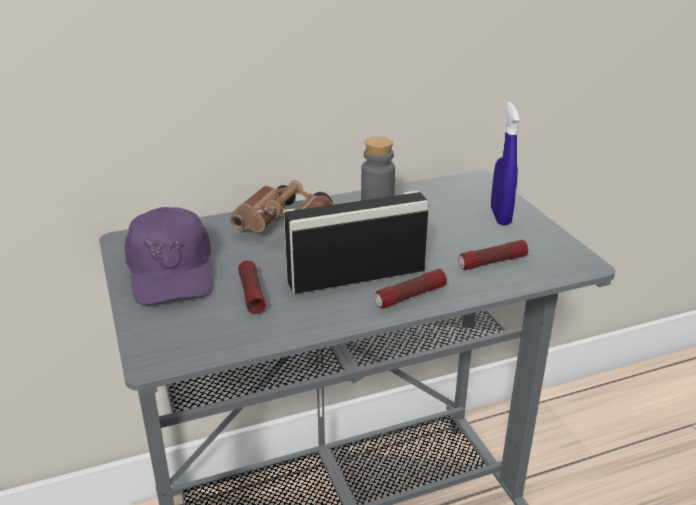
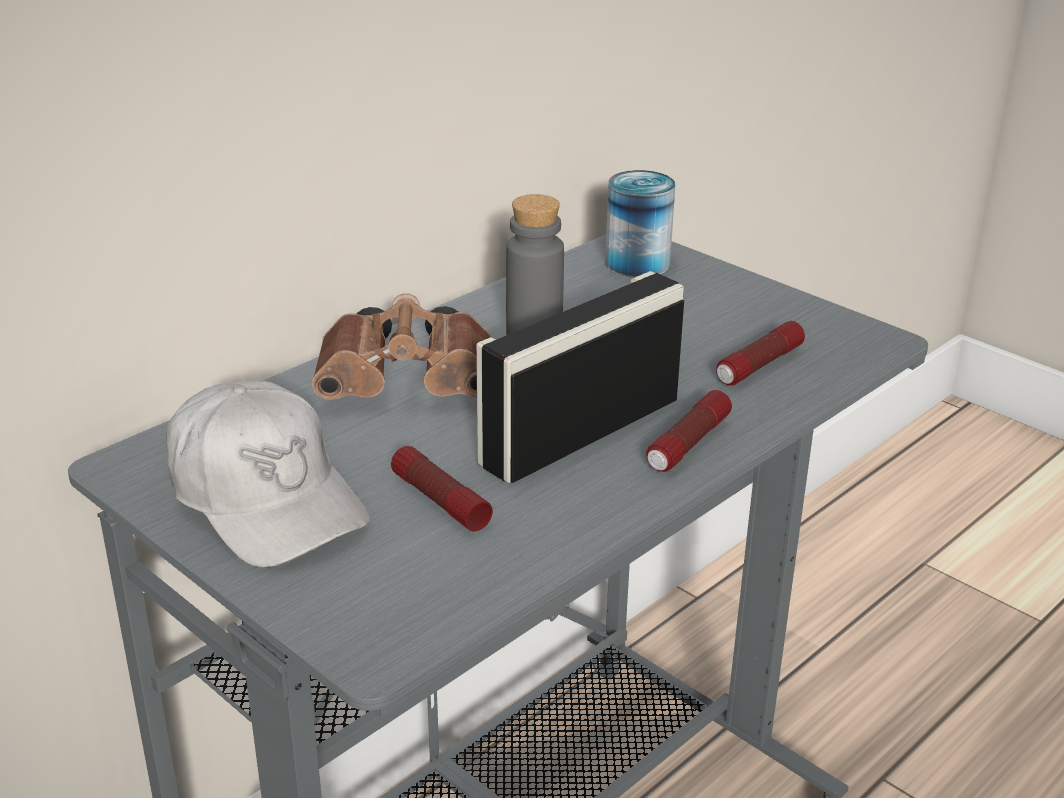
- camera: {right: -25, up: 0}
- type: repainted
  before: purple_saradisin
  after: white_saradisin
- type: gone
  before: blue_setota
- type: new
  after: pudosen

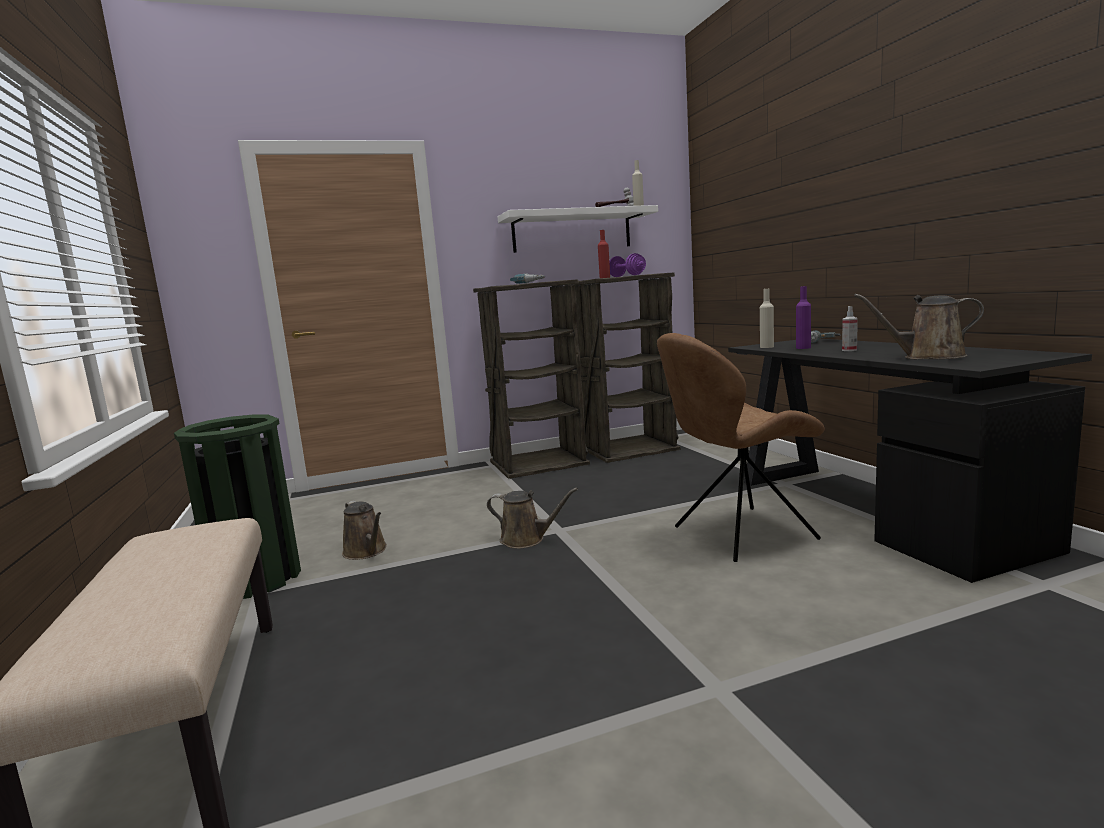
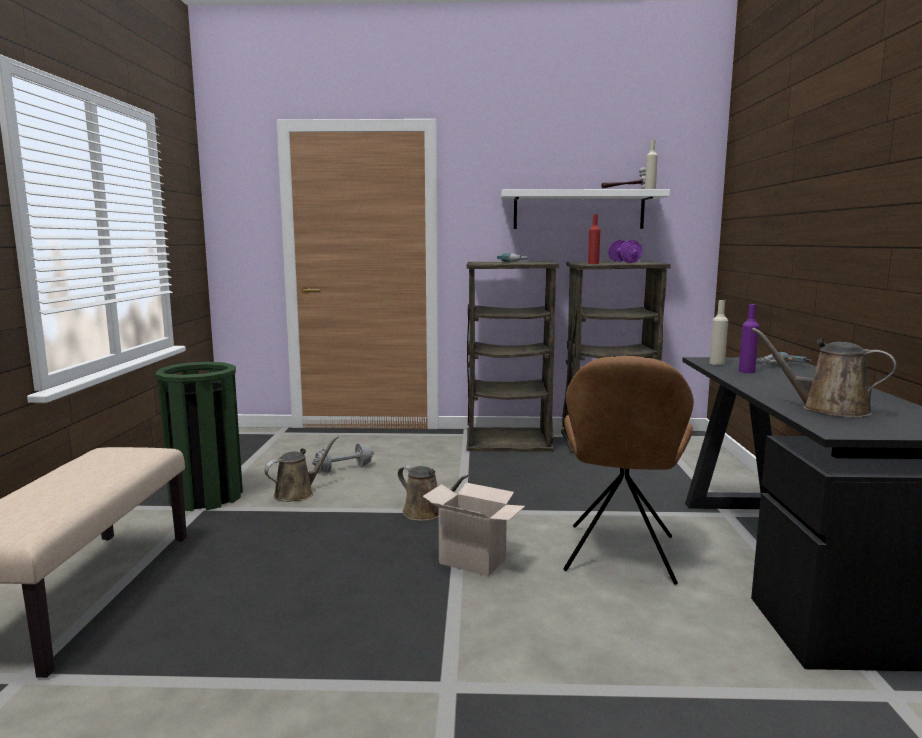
- camera: {right: 20, up: 0}
- type: rotated
  before: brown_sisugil (no. 1 from left)
  turn: -120
- type: rotated
  before: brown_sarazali
  turn: -75
- type: gone
  before: setota
- type: new
  after: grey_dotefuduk
- type: new
  after: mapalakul

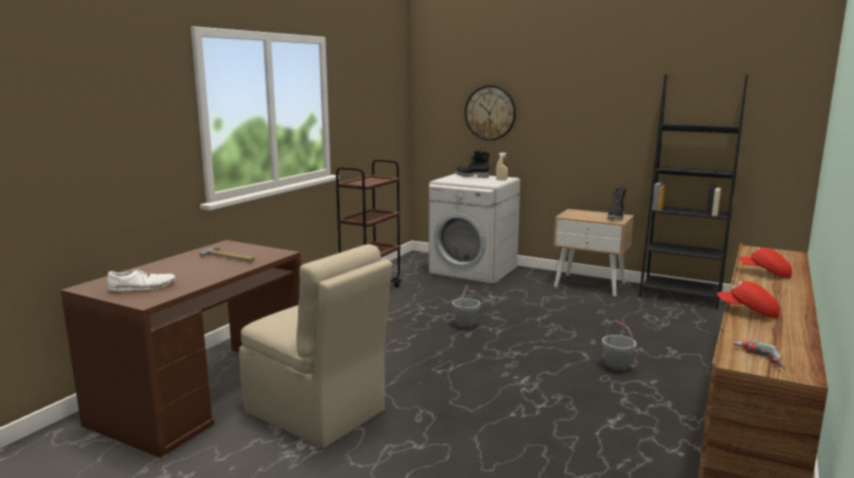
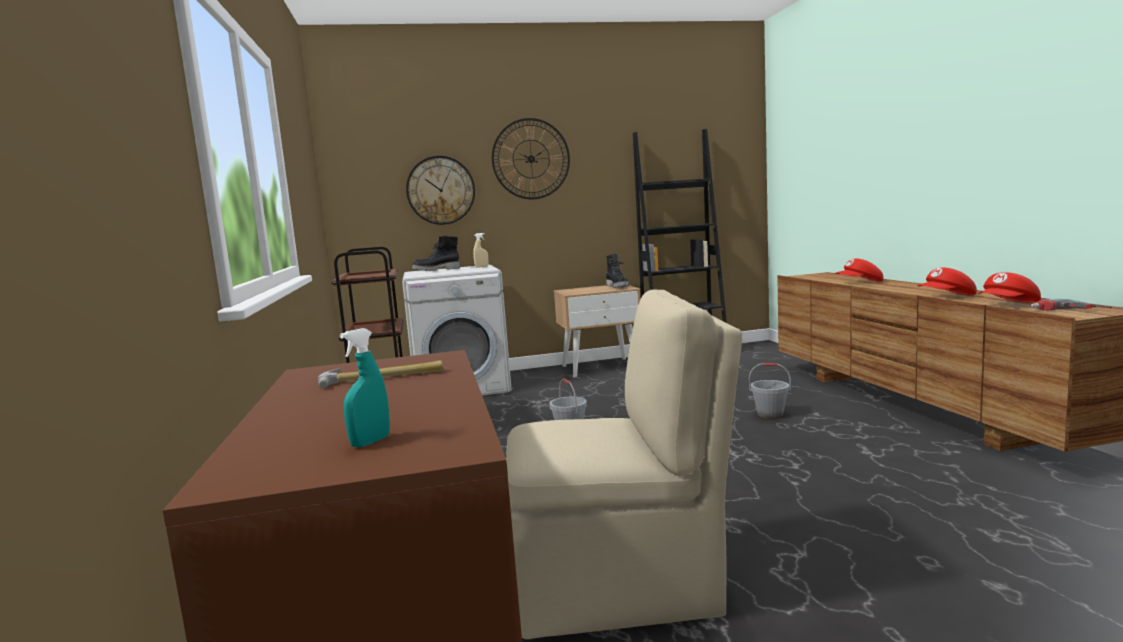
- camera: {right: -40, up: -5}
- type: swapped
  before: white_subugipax
  after: turquoise_setota
- type: new
  after: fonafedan (no. 2 from left)
- type: new
  after: red_saradisin (no. 3 from left)

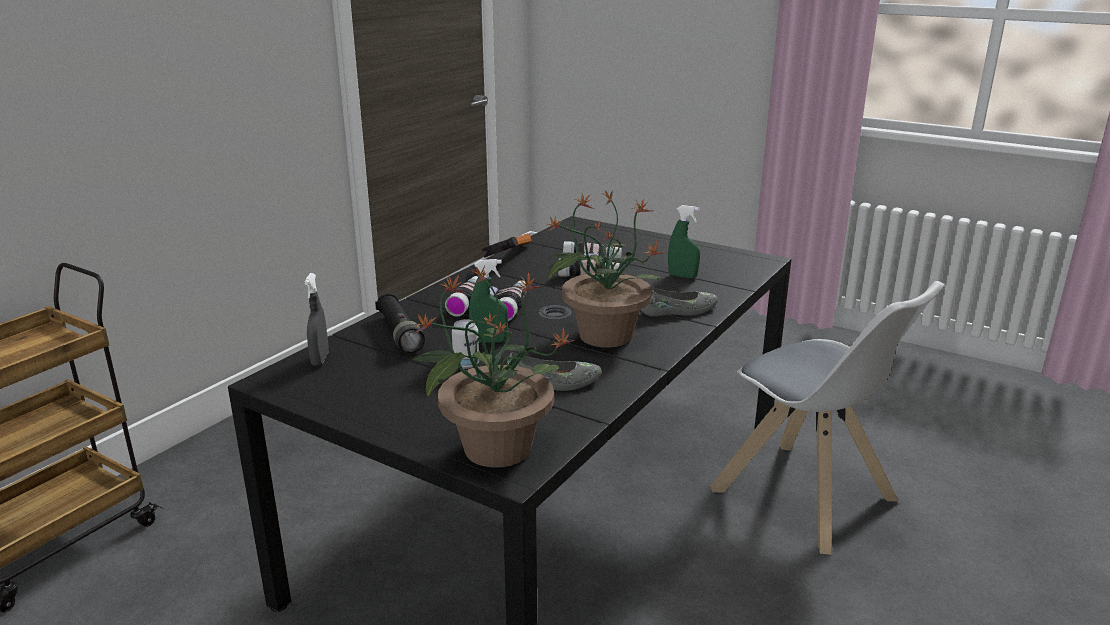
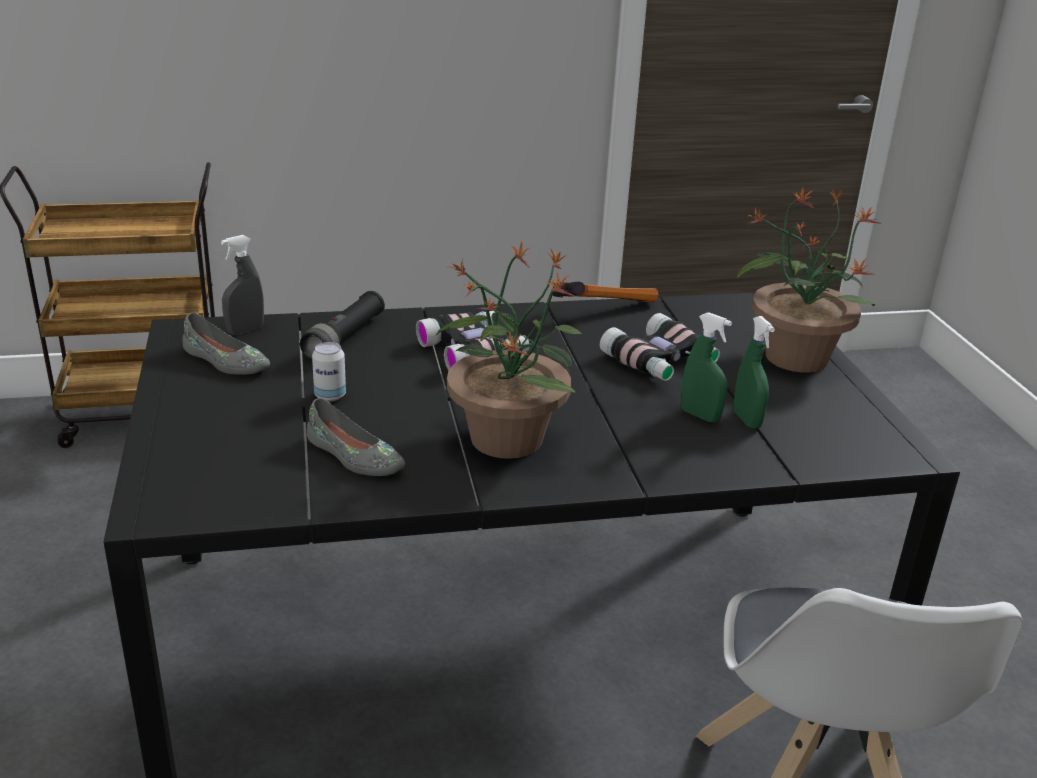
- camera: {right: 45, up: 5}
- type: shifted
  before: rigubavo (no. 1 from left in the first image)
  after: rigubavo (no. 2 from left)
- type: shifted
  before: green_setota (no. 1 from left)
- type: shifted
  before: grey_subugipax (no. 2 from left in the first image)
  after: grey_subugipax (no. 1 from left)

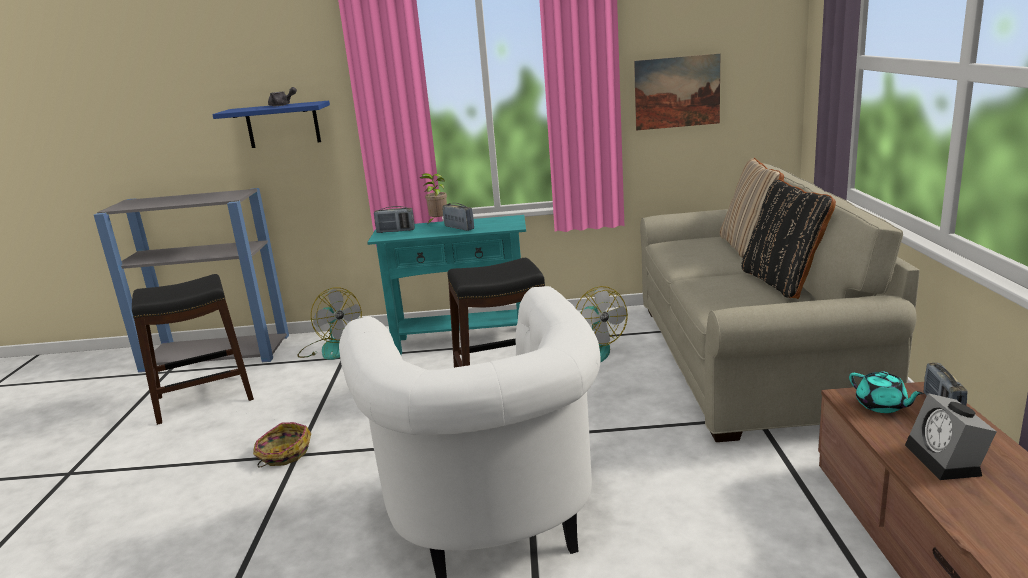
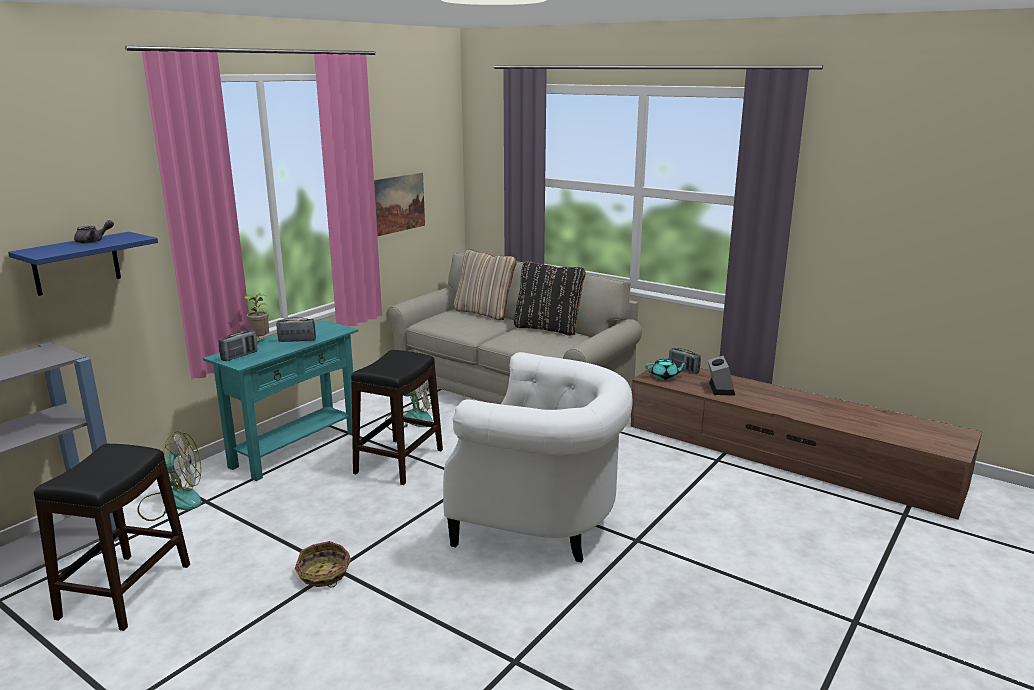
- camera: {right: -55, up: 0}
- type: rotated
  before: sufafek
  turn: -120

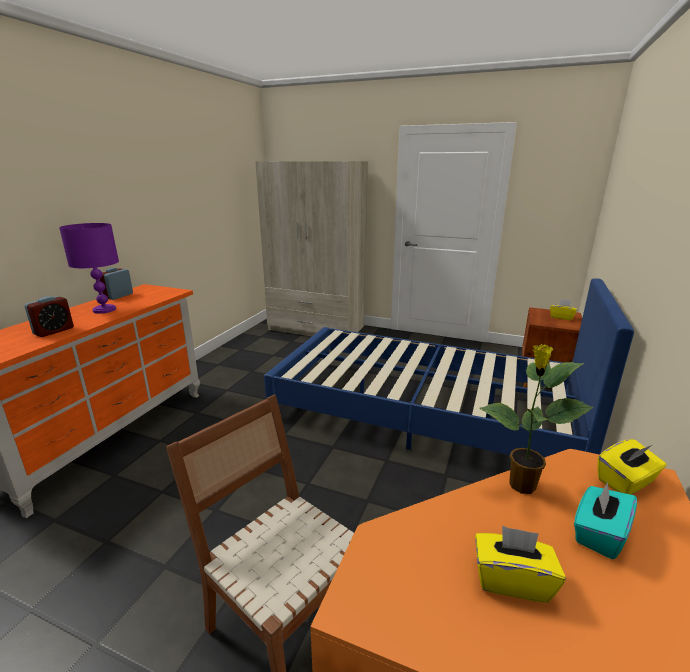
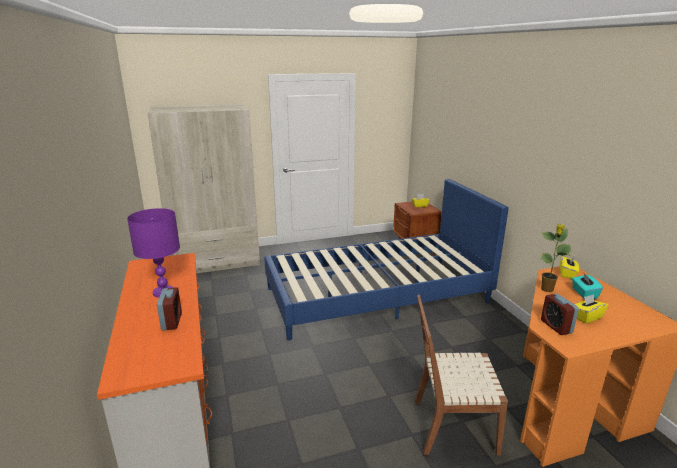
- camera: {right: -40, up: 0}
- type: shifted
  before: sufafek (no. 2 from left)

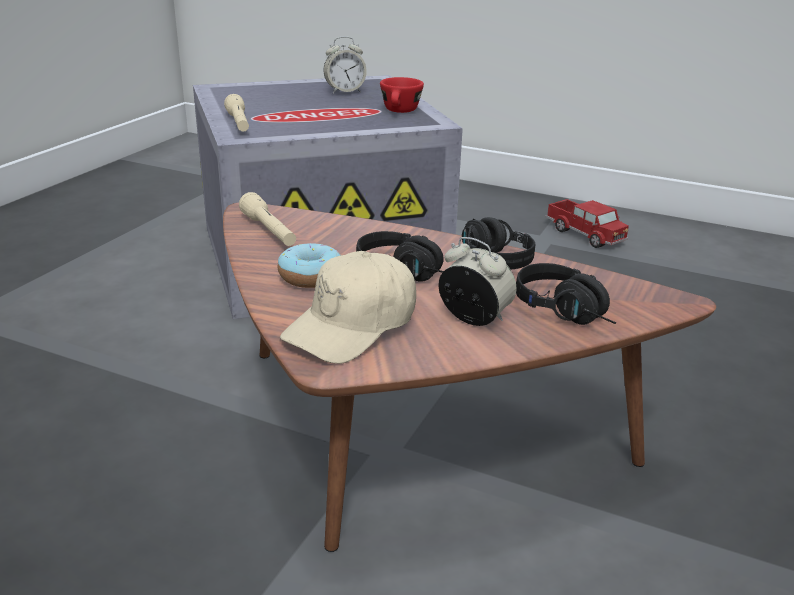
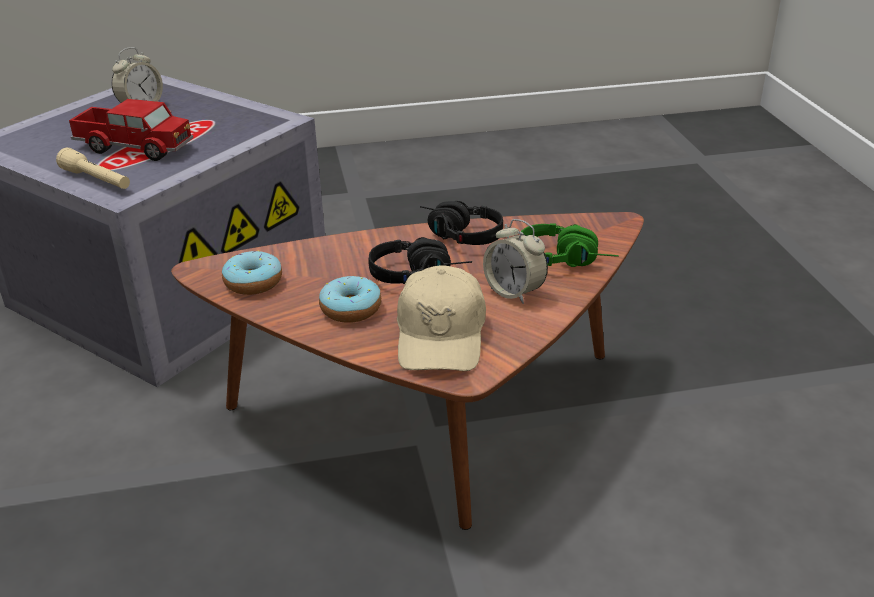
- camera: {right: -35, up: 5}
- type: swapped
  before: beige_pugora (no. 2 from left)
  after: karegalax (no. 1 from left)
- type: gone
  before: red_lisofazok
- type: rotated
  before: sufafek (no. 2 from left)
  turn: -135
- type: repainted
  before: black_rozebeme (no. 3 from left)
  after: green_rozebeme
- type: shifted
  before: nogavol

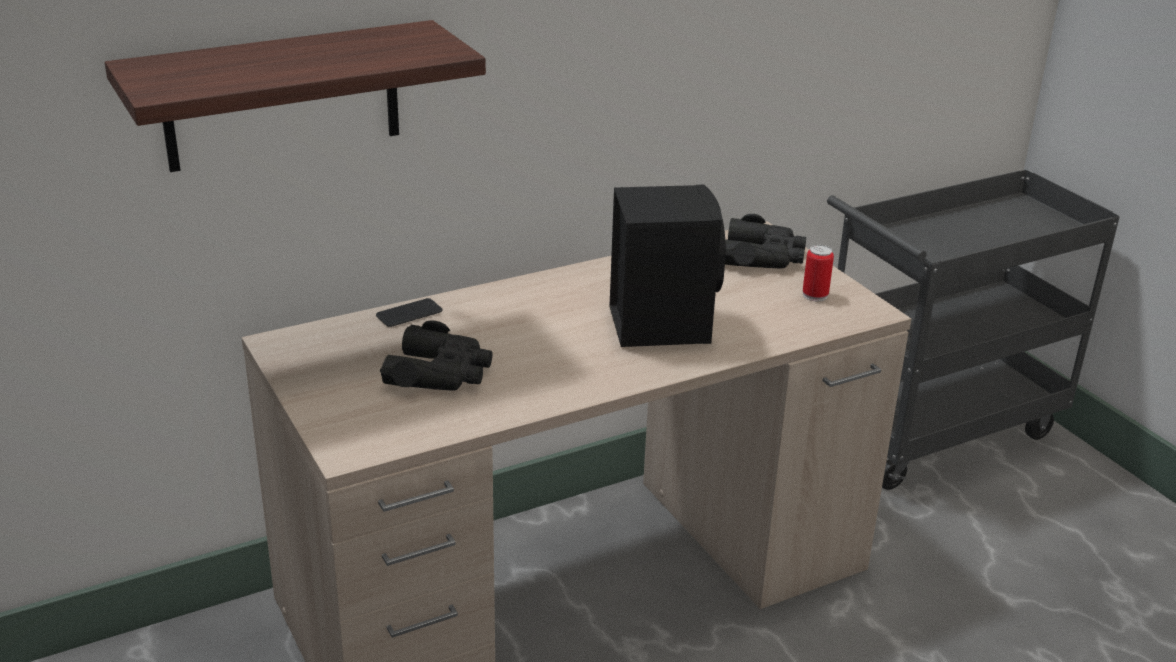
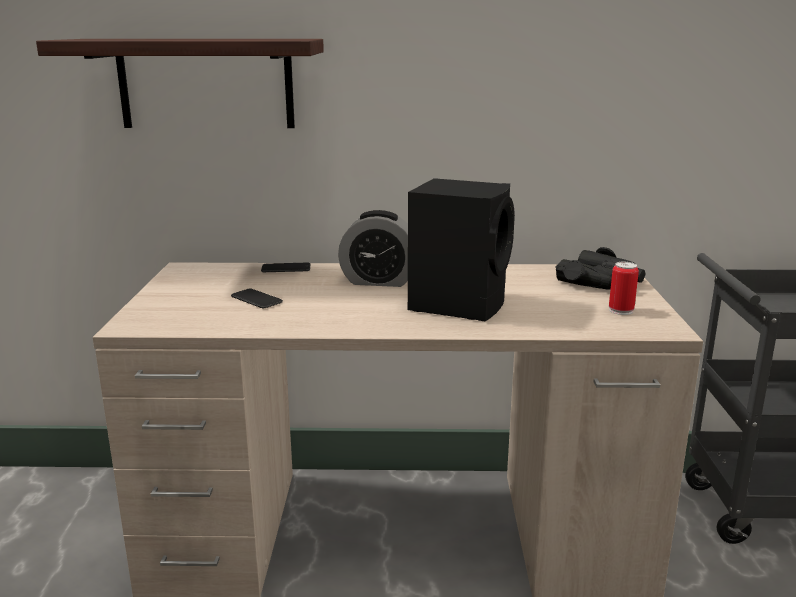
- camera: {right: 30, up: -10}
- type: swapped
  before: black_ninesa (no. 1 from left)
  after: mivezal (no. 1 from left)
- type: new
  after: sufafek

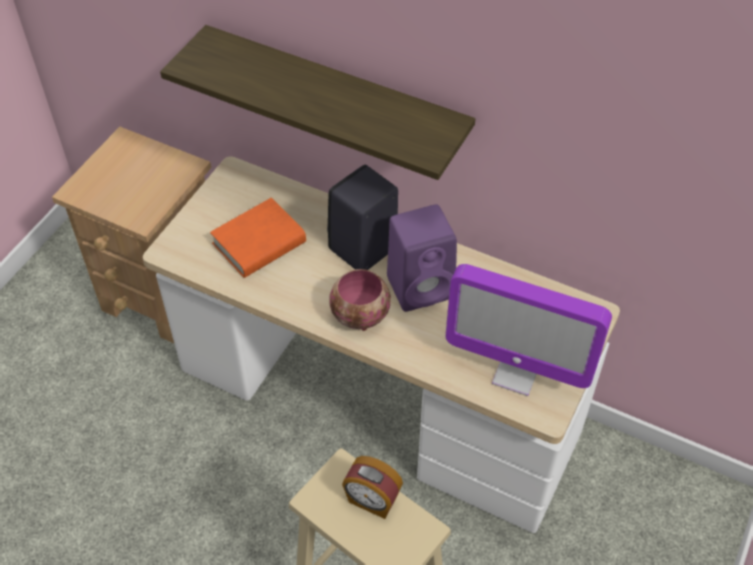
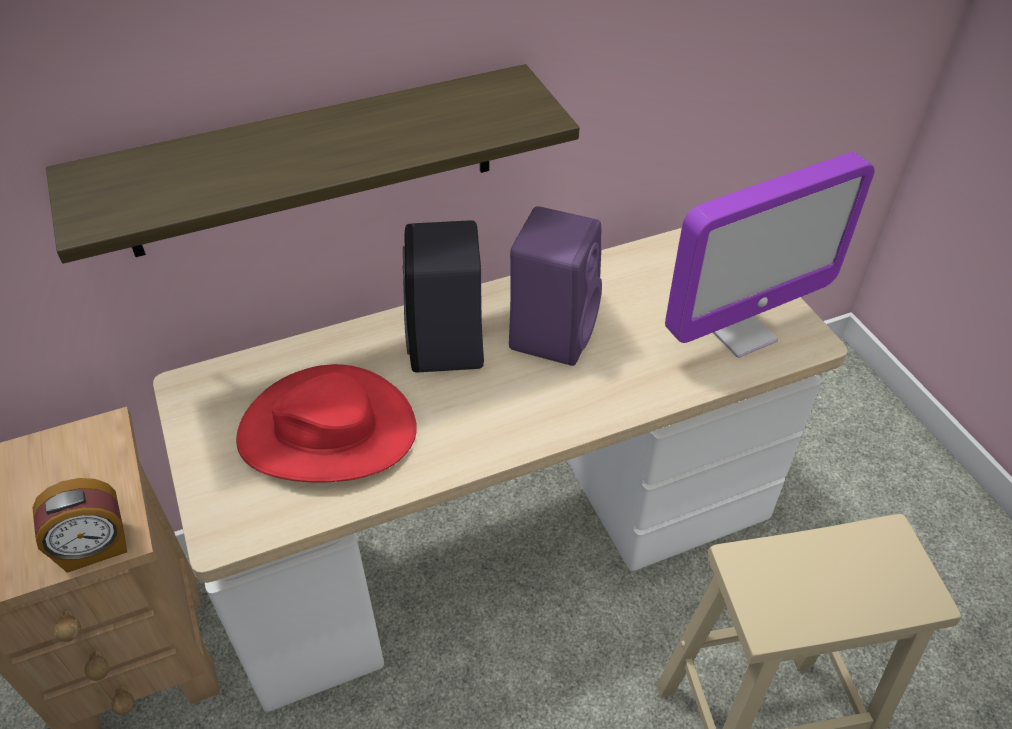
- camera: {right: -50, up: -5}
- type: swapped
  before: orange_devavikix
  after: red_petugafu
- type: gone
  before: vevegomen
- type: shifted
  before: sufafek

